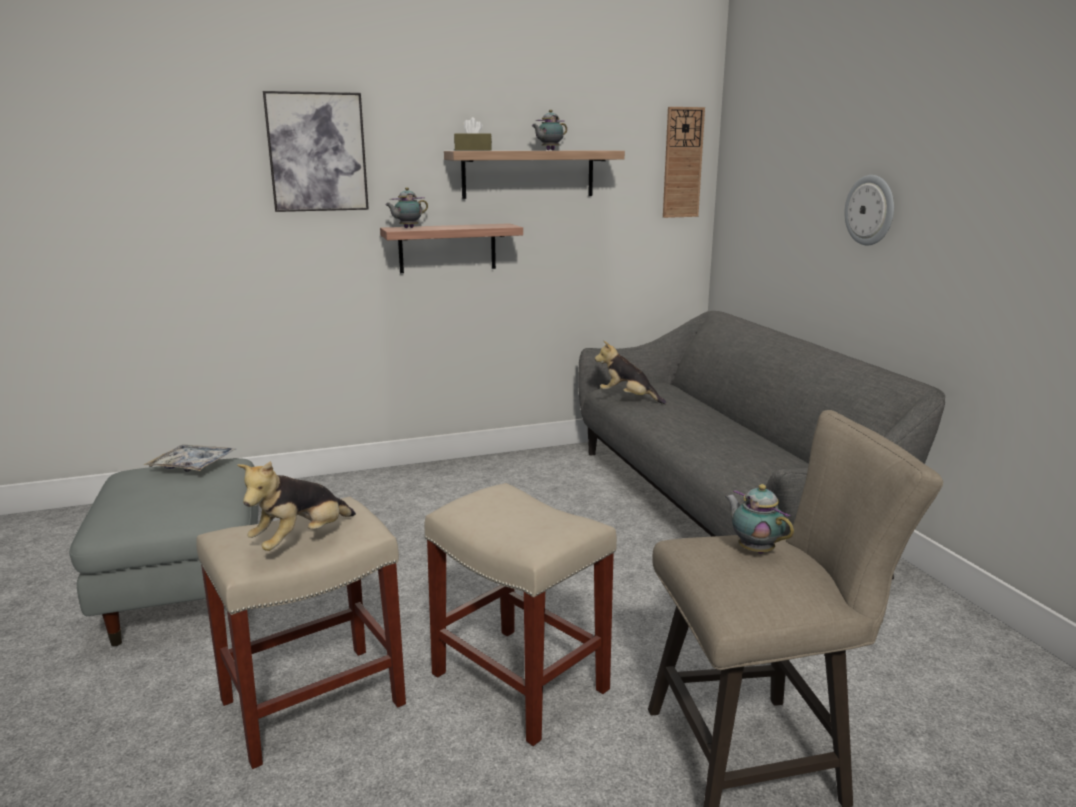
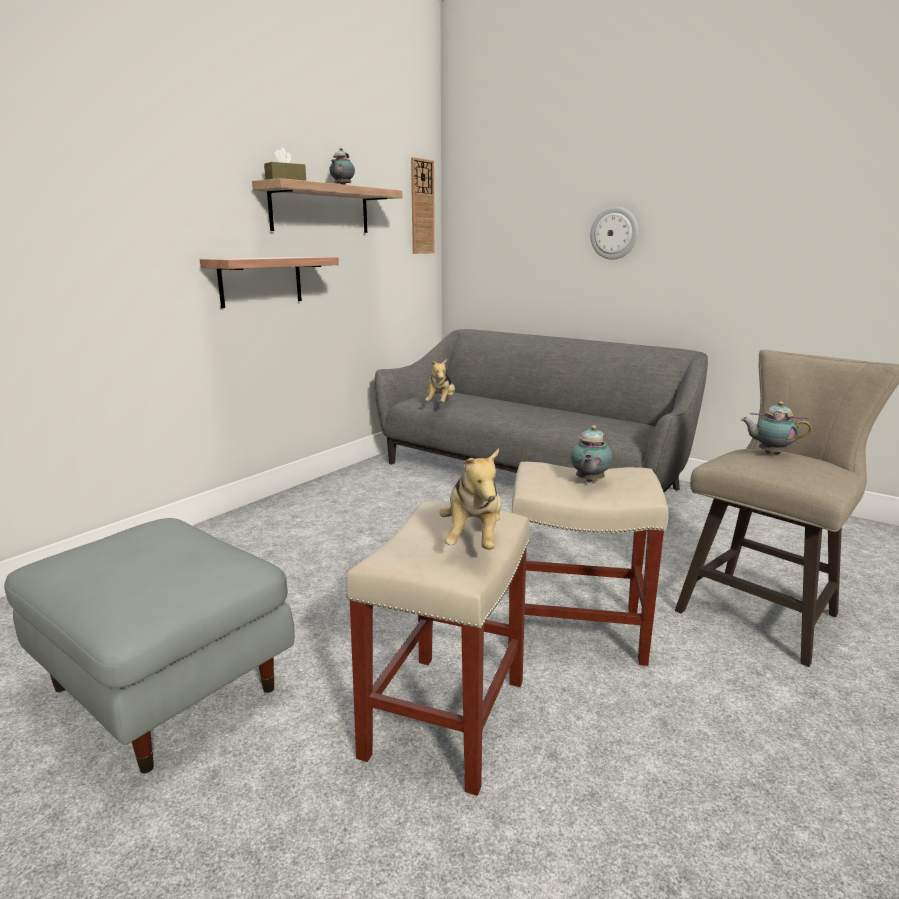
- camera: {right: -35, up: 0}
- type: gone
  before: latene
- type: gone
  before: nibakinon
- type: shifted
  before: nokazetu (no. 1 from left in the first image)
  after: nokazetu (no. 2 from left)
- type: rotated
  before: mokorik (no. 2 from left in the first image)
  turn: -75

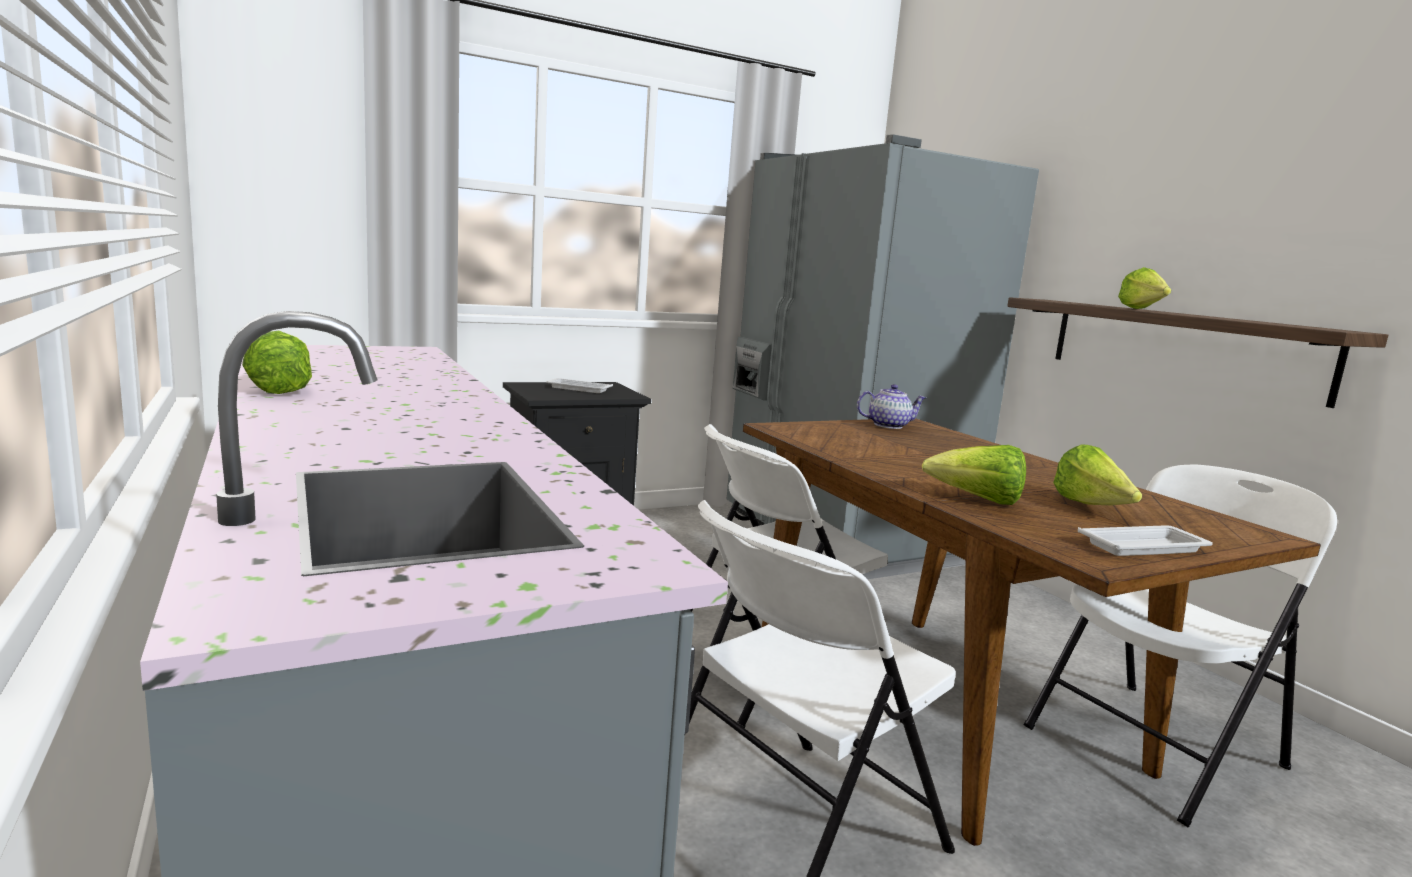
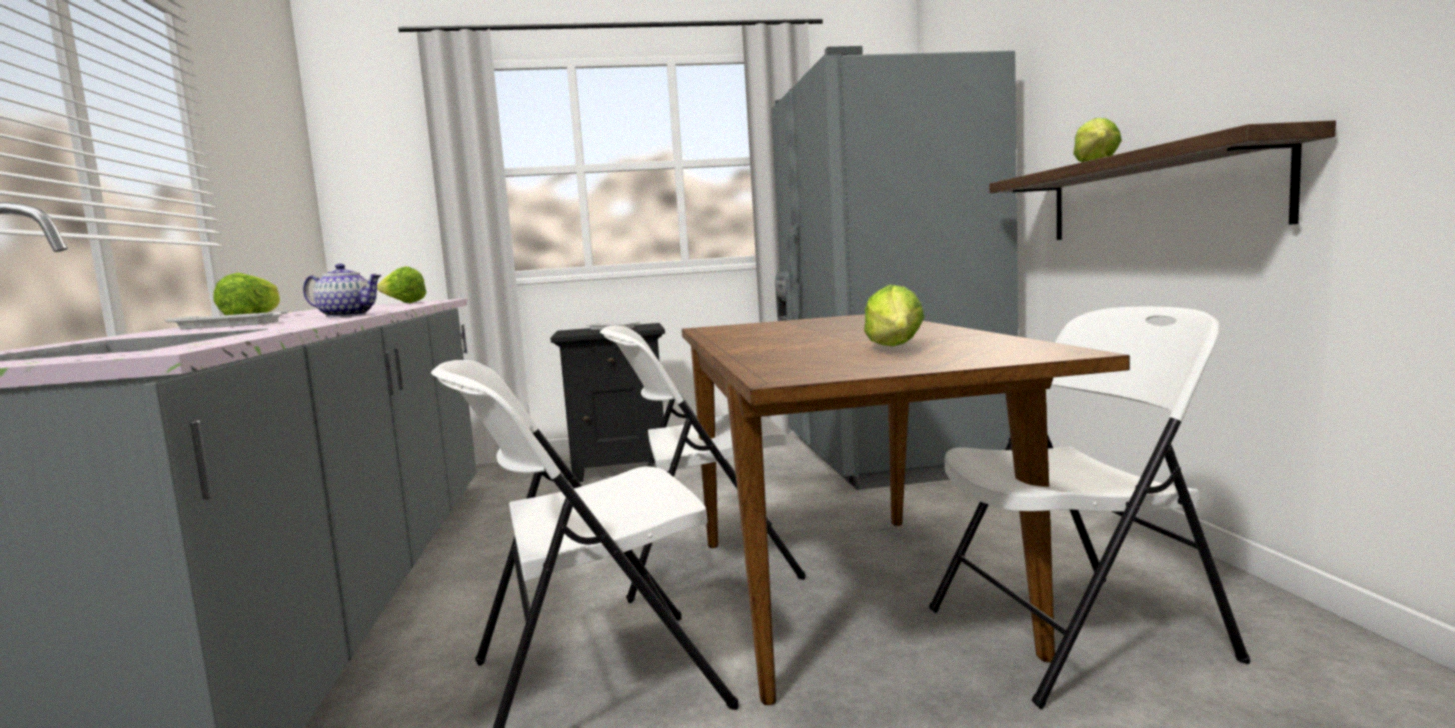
- camera: {right: 20, up: -5}
- type: shifted
  before: nokazetu
- type: shifted
  before: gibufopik (no. 2 from left)
- type: shifted
  before: white_latene (no. 2 from left in the first image)
  after: white_latene (no. 1 from left)

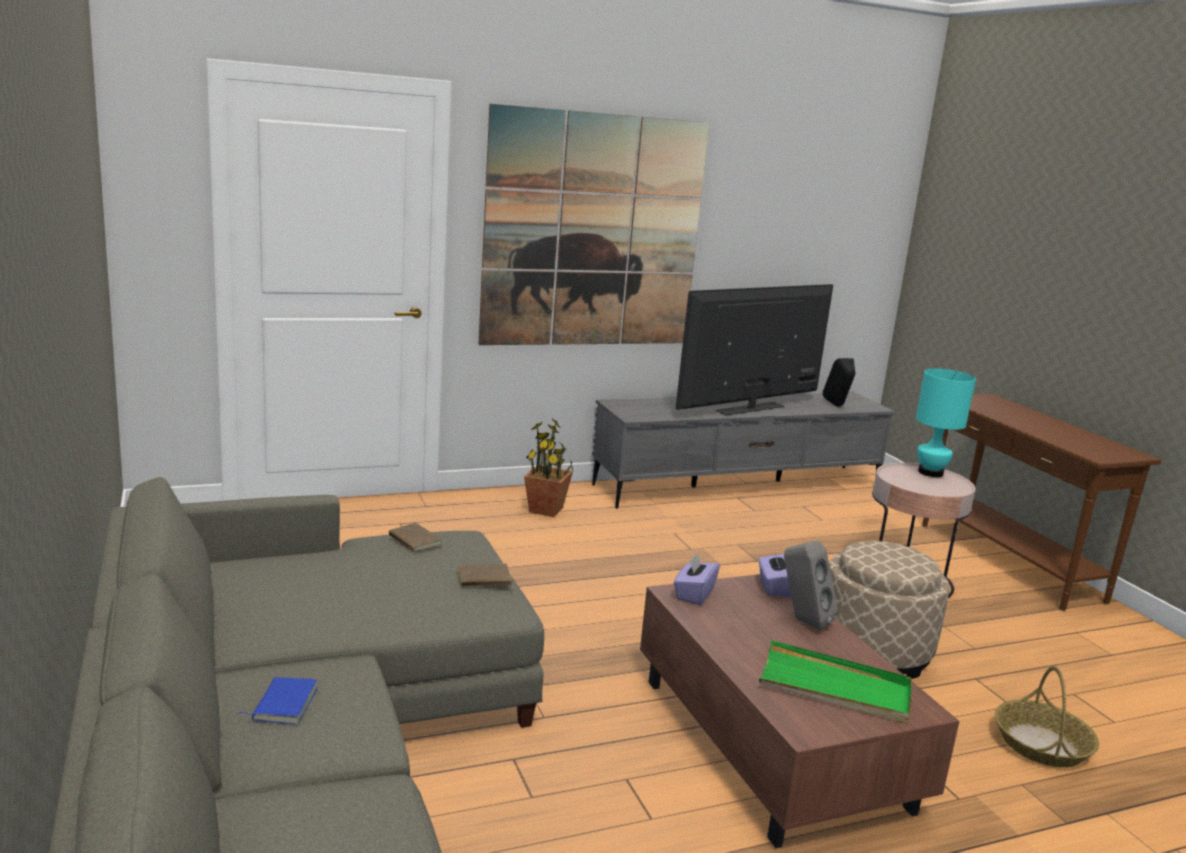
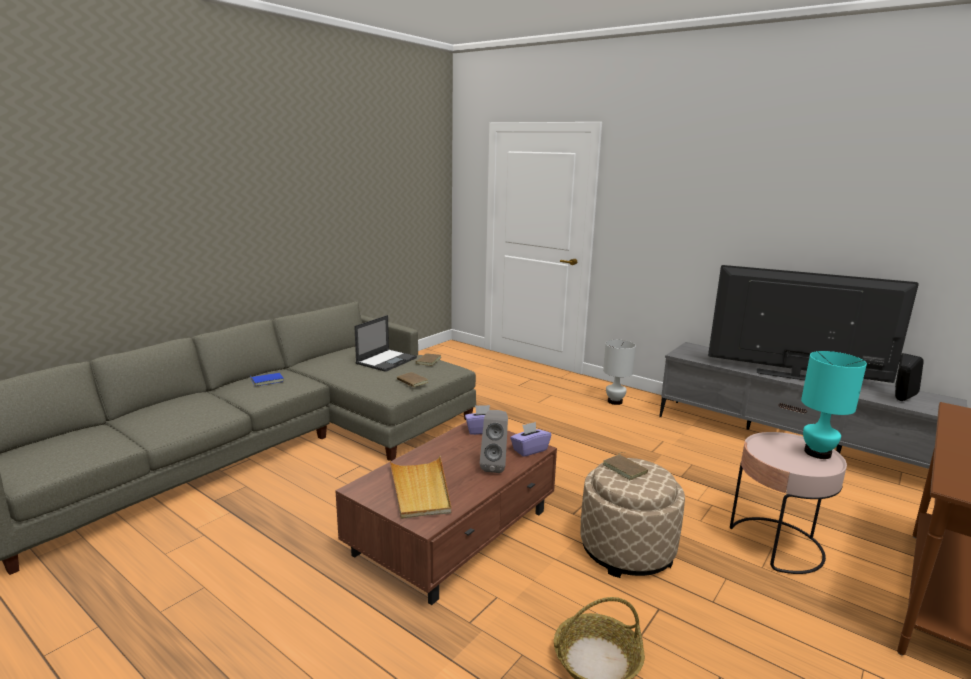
- camera: {right: 60, up: 0}
- type: gone
  before: nibakinon
- type: swapped
  before: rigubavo
  after: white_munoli
- type: repainted
  before: green_latene
  after: beige_latene
- type: new
  after: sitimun
- type: new
  after: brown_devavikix (no. 3 from left)

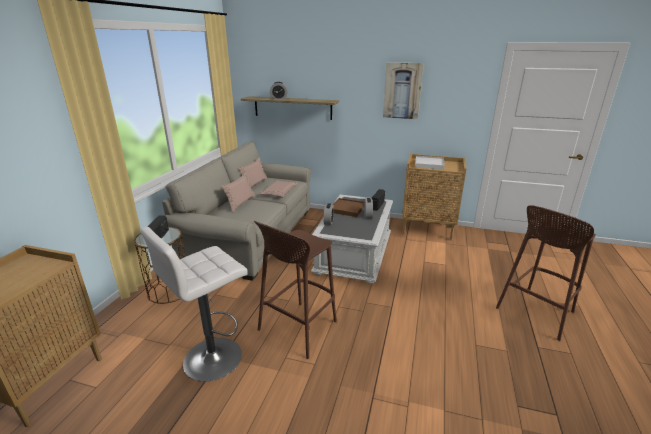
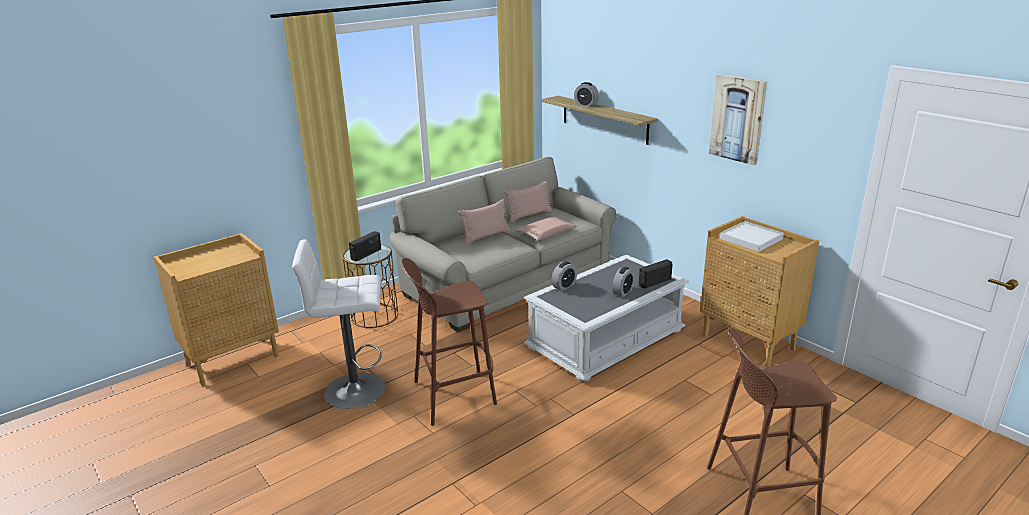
- camera: {right: 35, up: 0}
- type: gone
  before: brown_latene

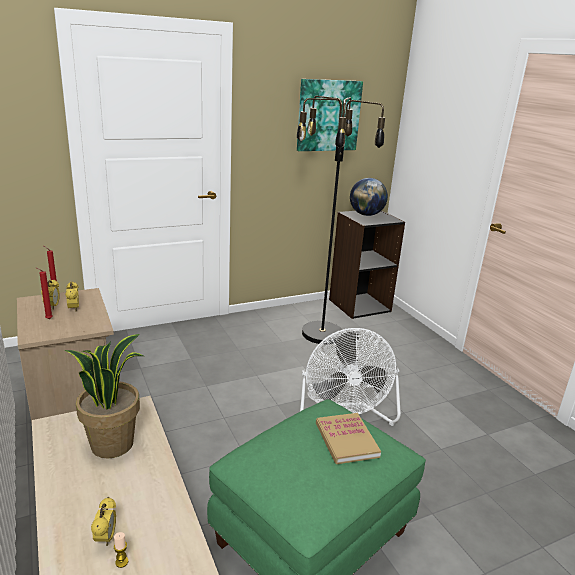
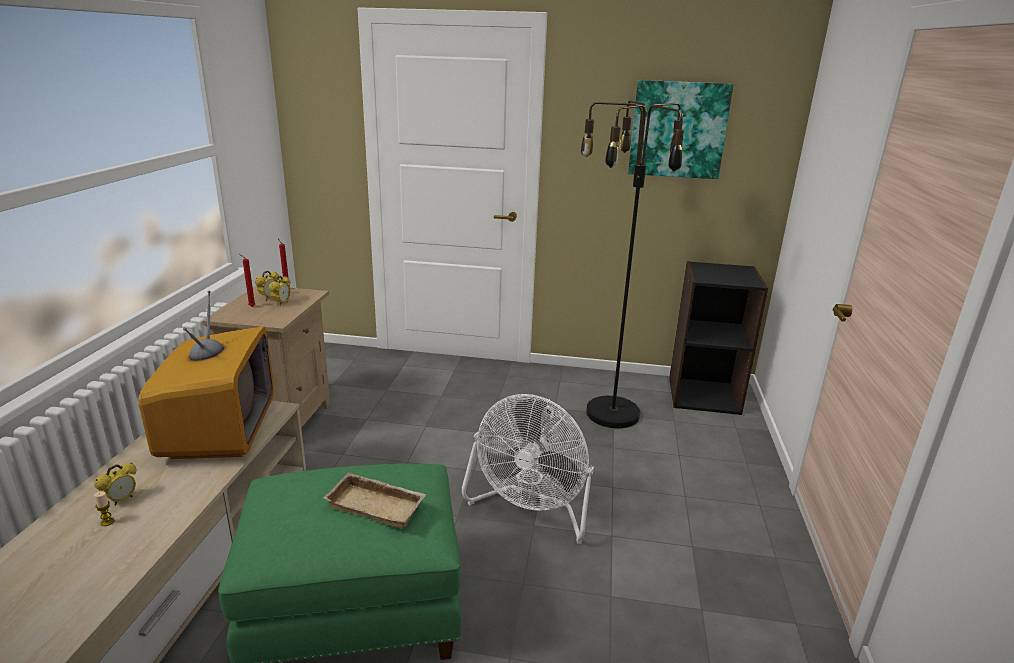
- camera: {right: 35, up: 0}
- type: swapped
  before: rigubavo
  after: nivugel
- type: swapped
  before: devavikix
  after: beige_latene
- type: gone
  before: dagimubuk

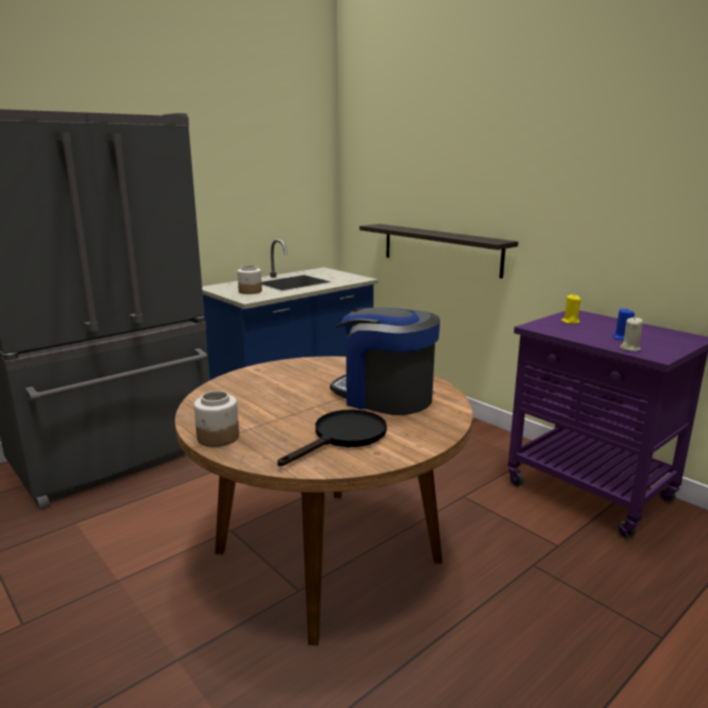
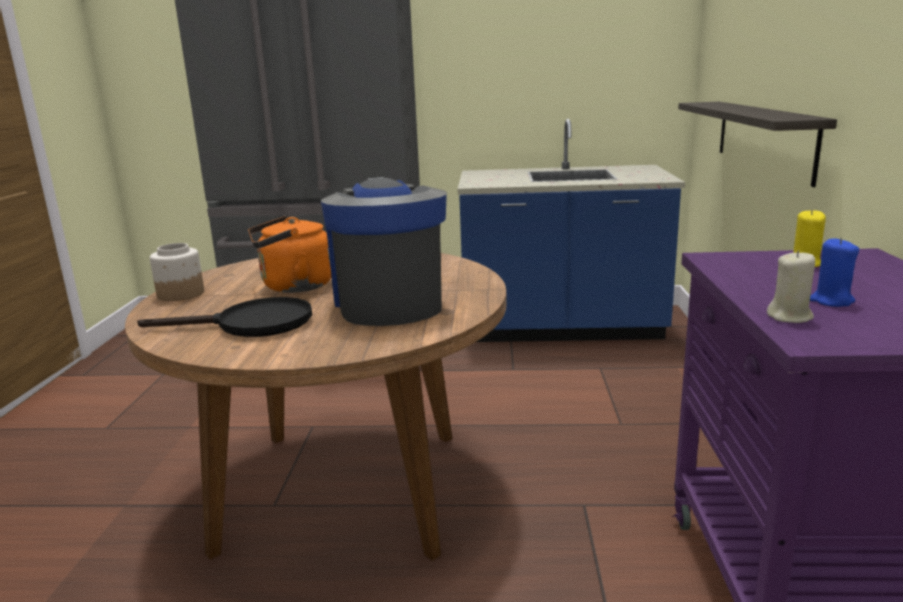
- camera: {right: 45, up: 0}
- type: gone
  before: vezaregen (no. 2 from left)
- type: new
  after: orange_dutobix

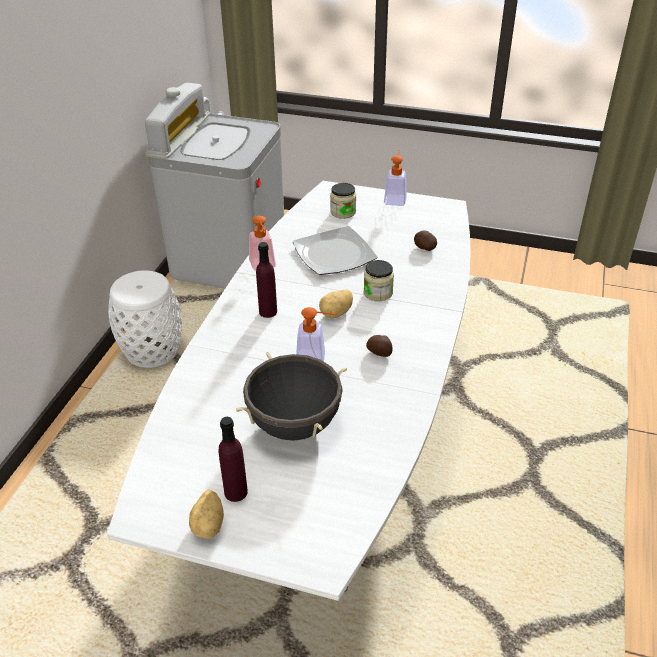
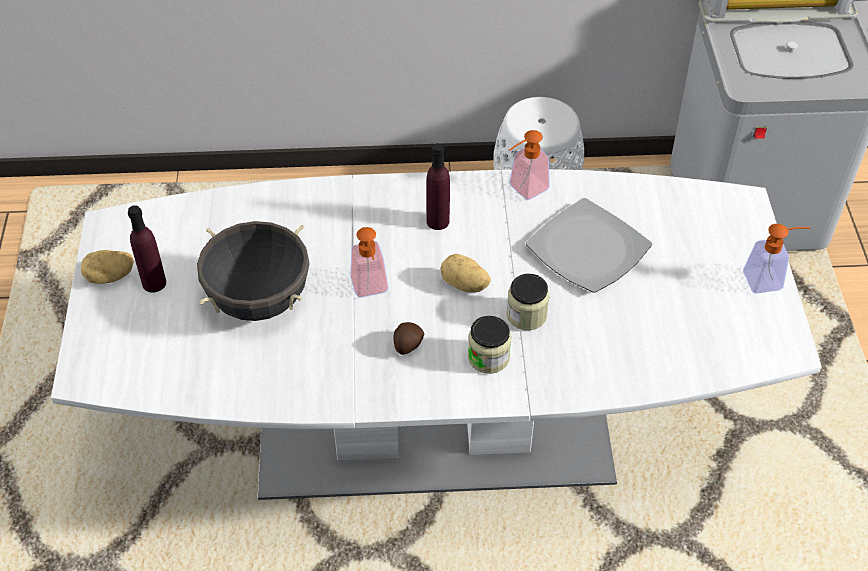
- camera: {right: 70, up: 10}
- type: shifted
  before: vezaregen (no. 1 from left)
- type: gone
  before: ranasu (no. 4 from left)

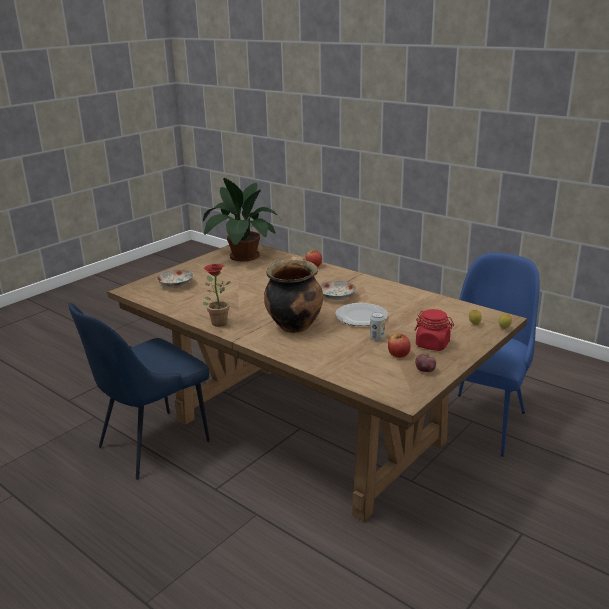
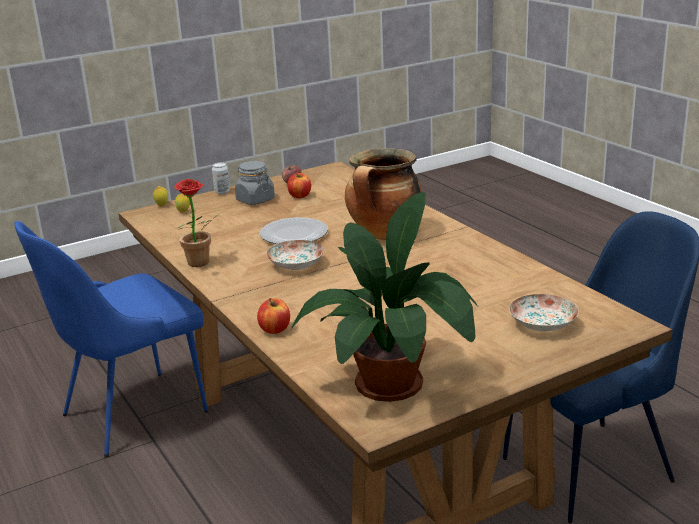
- camera: {right: -160, up: 0}
- type: shifted
  before: rigubavo (no. 1 from left)
- type: shifted
  before: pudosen
- type: repainted
  before: red_vezaregen
  after: grey_vezaregen

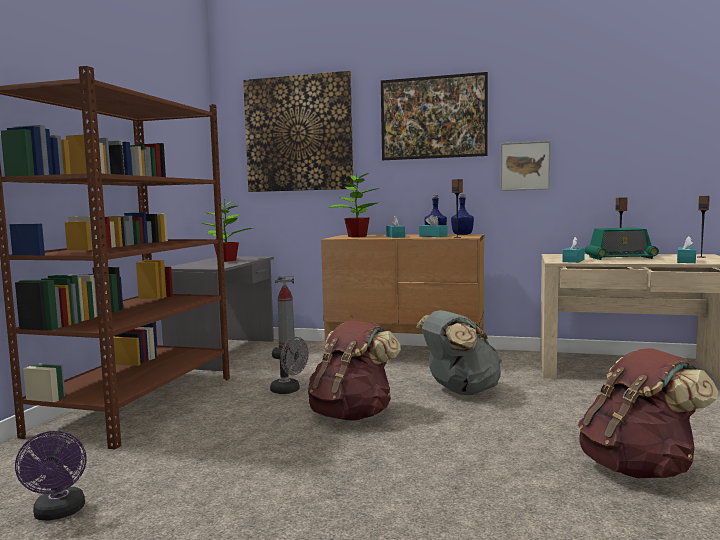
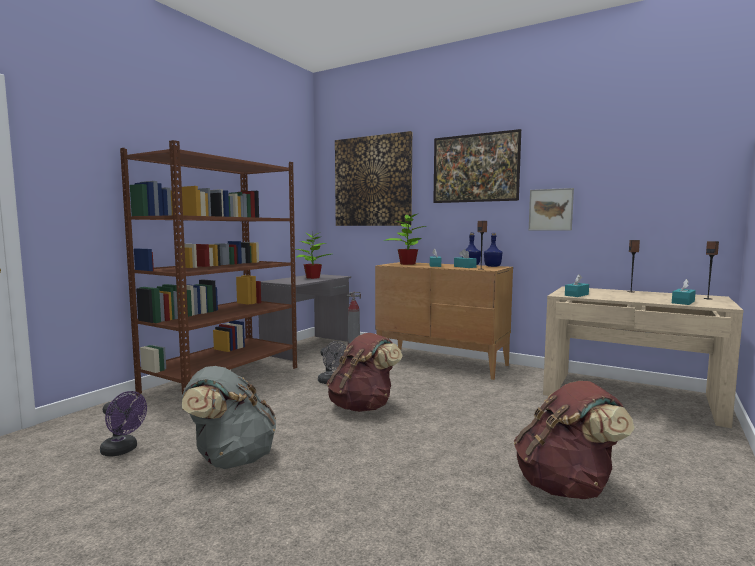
- camera: {right: 15, up: 0}
- type: rotated
  before: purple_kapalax
  turn: -60
- type: shifted
  before: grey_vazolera
- type: gone
  before: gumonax

